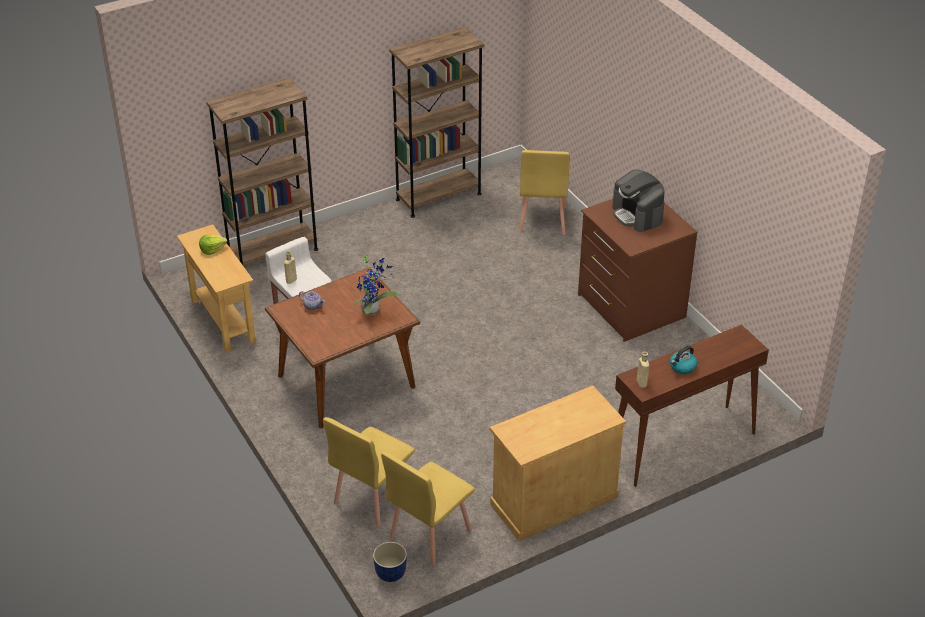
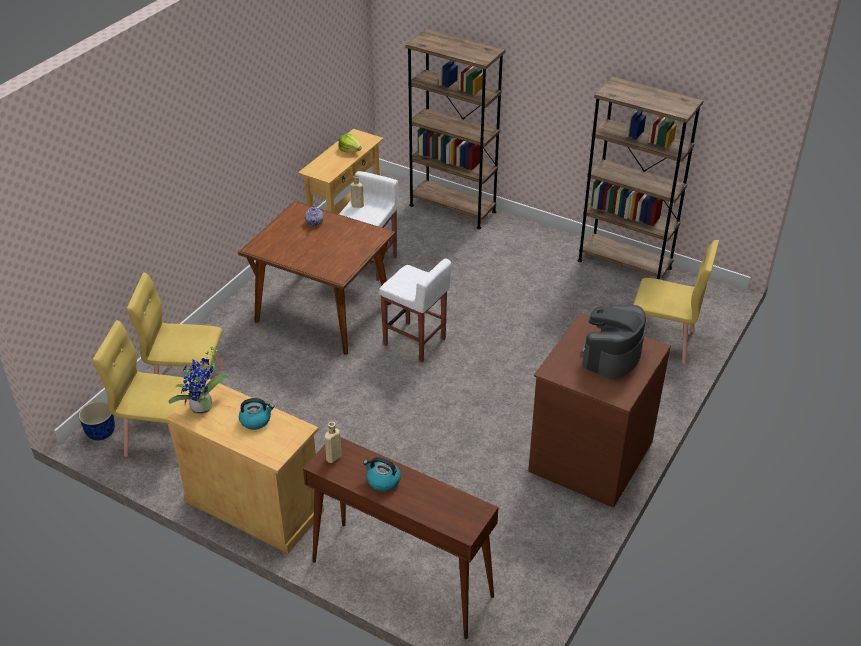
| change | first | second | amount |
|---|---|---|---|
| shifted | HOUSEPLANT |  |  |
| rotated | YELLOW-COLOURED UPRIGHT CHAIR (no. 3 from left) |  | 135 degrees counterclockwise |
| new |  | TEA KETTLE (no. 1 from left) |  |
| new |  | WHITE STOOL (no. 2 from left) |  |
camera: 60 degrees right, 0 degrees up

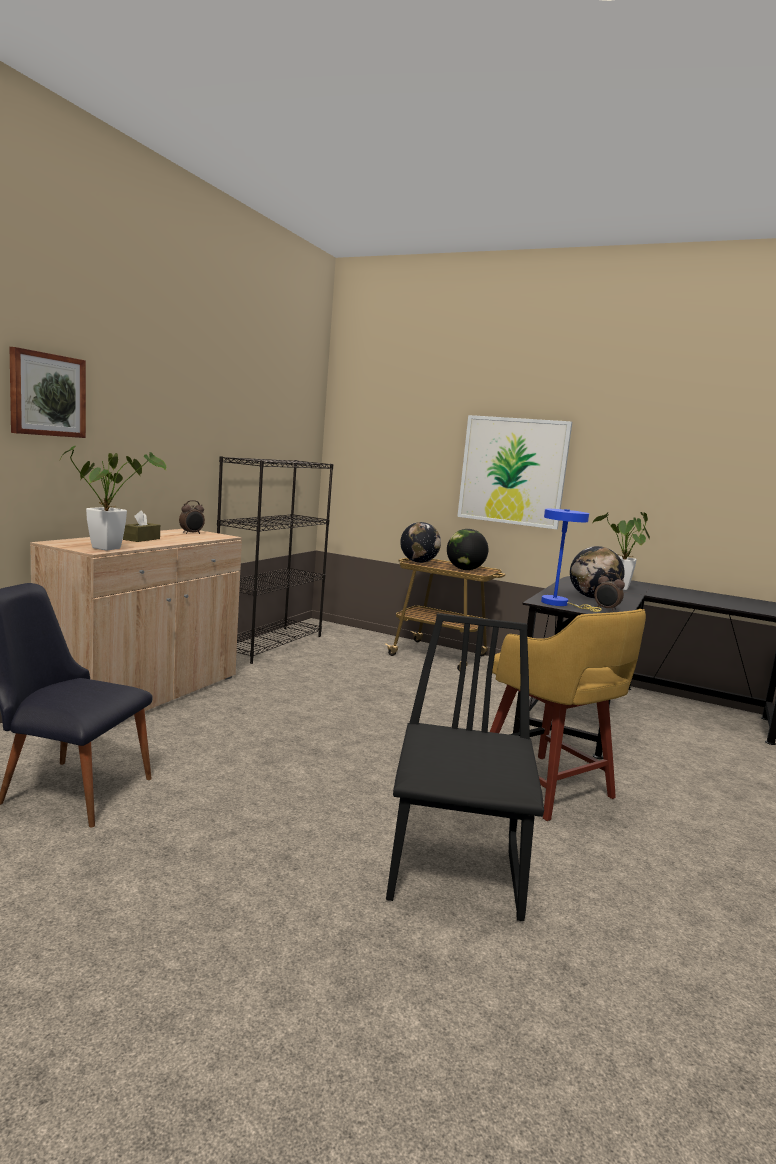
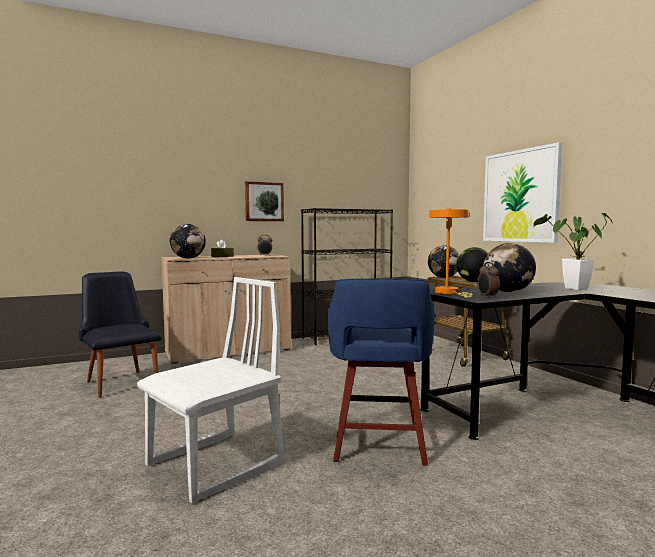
| change | first | second | amount |
|---|---|---|---|
| shifted | WALL PICTURE (no. 1 from left) |  |  |
| swapped | HOUSEPLANT (no. 1 from left) | GLOBE (no. 1 from left) |  |
| repainted | BLACK-COLOURED UPRIGHT CHAIR (no. 2 from left) | WHITE UPRIGHT CHAIR |  |
| repainted | YELLOW-COLOURED STOOL | BLUE-COLOURED STOOL |  |
| repainted | BLUE-COLOURED LAMP FOR A TABLE | ORANGE LAMP FOR A TABLE |  |
camera: 40 degrees right, 5 degrees down

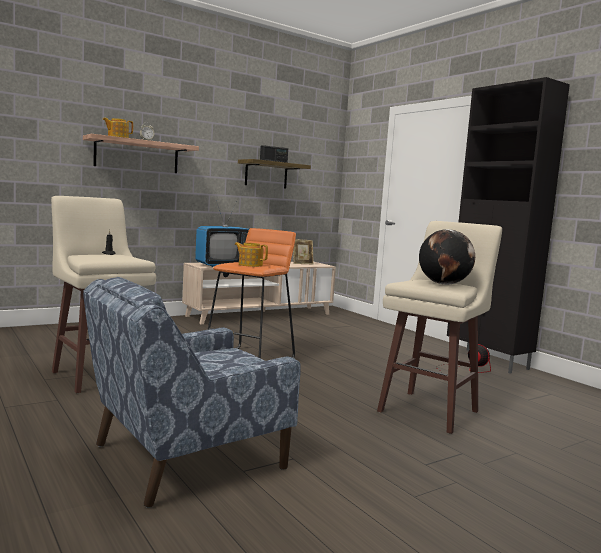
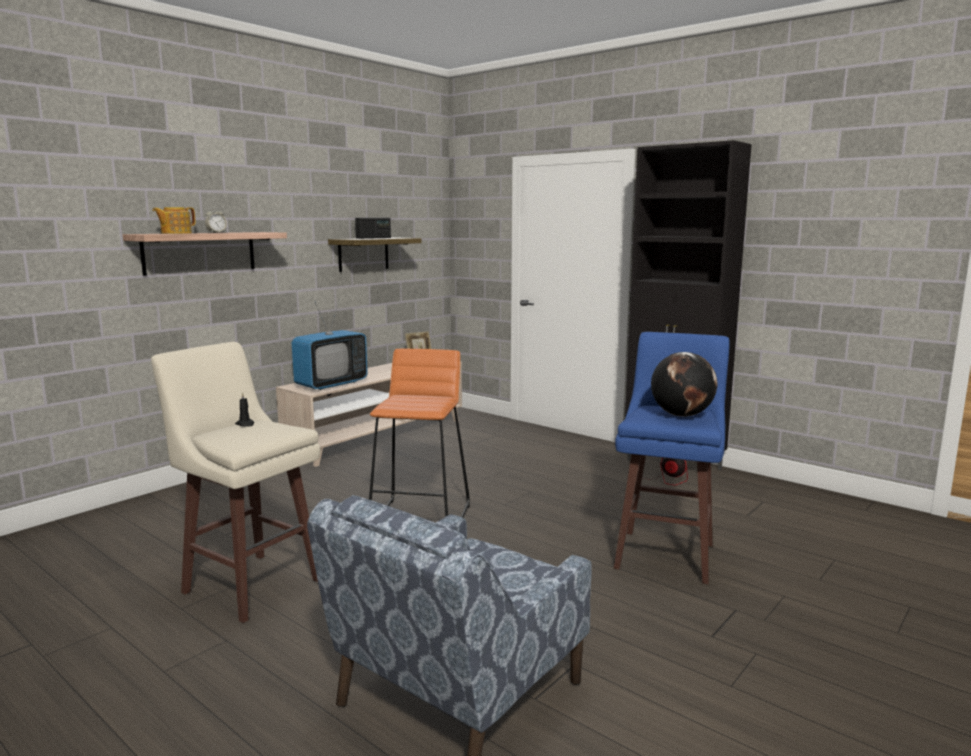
| change | first | second | amount |
|---|---|---|---|
| gone | TEAPOT (no. 2 from left) |  |  |
| repainted | SAND-COLOURED STOOL (no. 2 from left) | BLUE-COLOURED STOOL |  |
camera: 15 degrees left, 5 degrees up

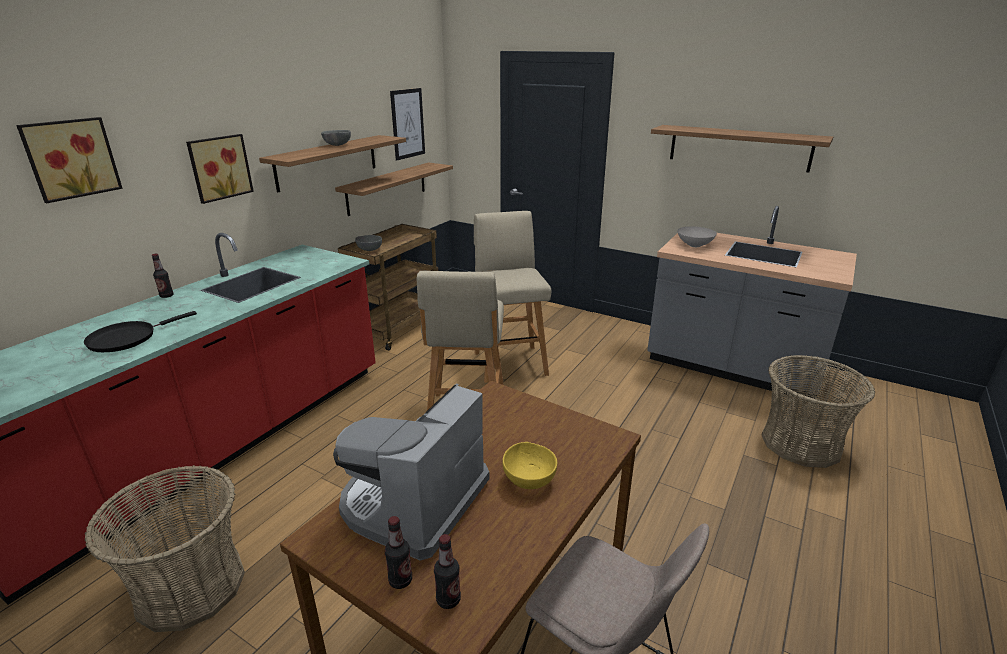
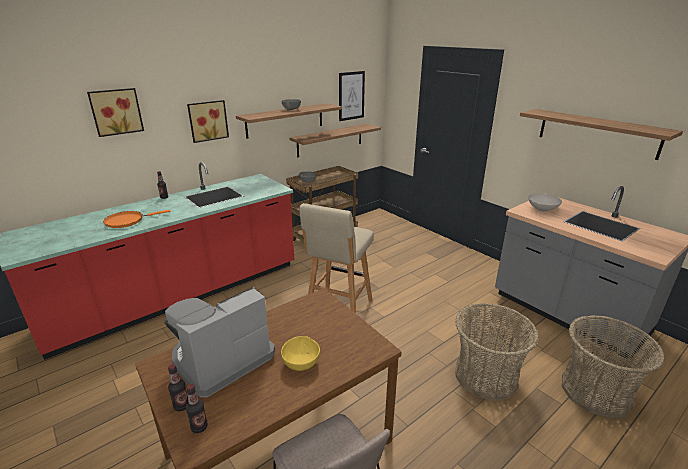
| change | first | second | amount |
|---|---|---|---|
| repainted | BLACK-COLOURED FRYING PAN | ORANGE FRYING PAN |  |
| shifted | BASKET (no. 1 from left) |  |  |
| gone | SAND-COLOURED STOOL (no. 2 from left) |  |  |
camera: 20 degrees right, 0 degrees up

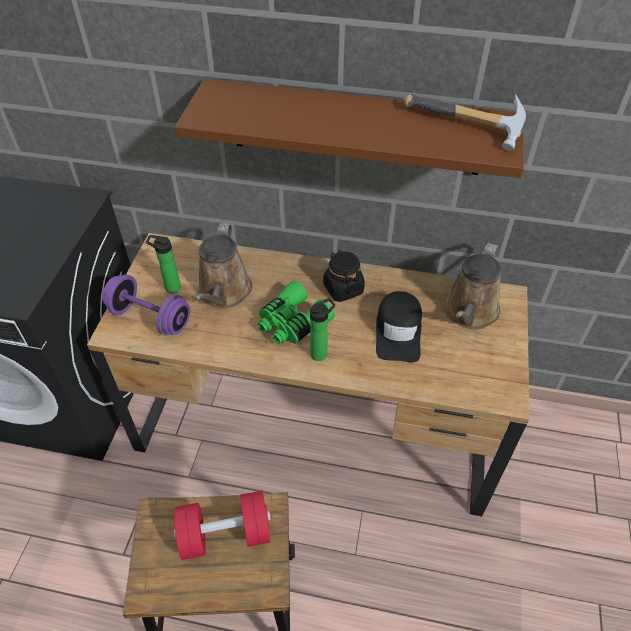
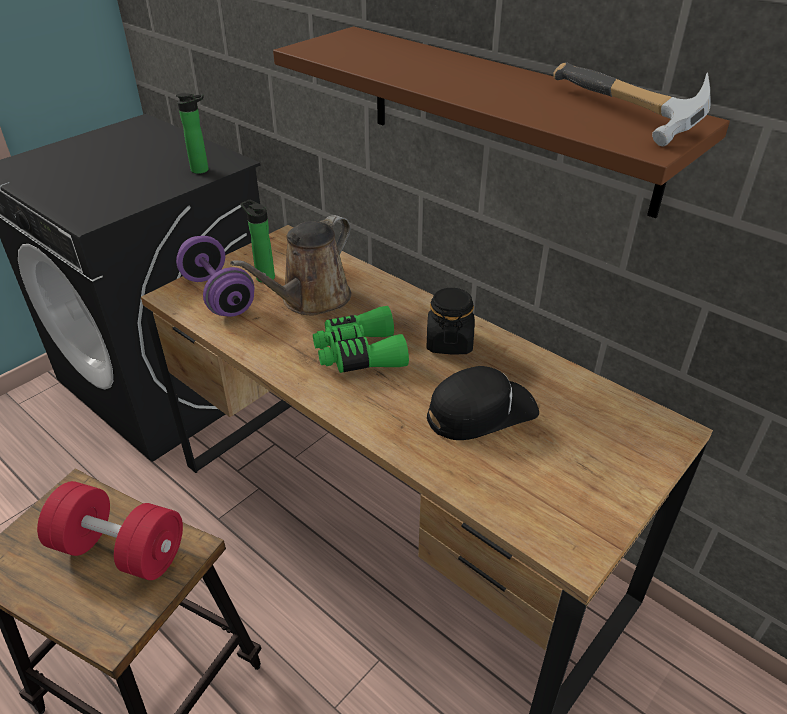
| change | first | second | amount |
|---|---|---|---|
| shifted | DRINK BOTTLE (no. 2 from left in the first image) | DRINK BOTTLE (no. 1 from left) |  |
| rotated | BLACK-COLOURED PEAKED CAP |  | 150 degrees counterclockwise |
| gone | BROWNISH SPRINKLING CAN (no. 2 from left) |  |  |
camera: 30 degrees right, 10 degrees down

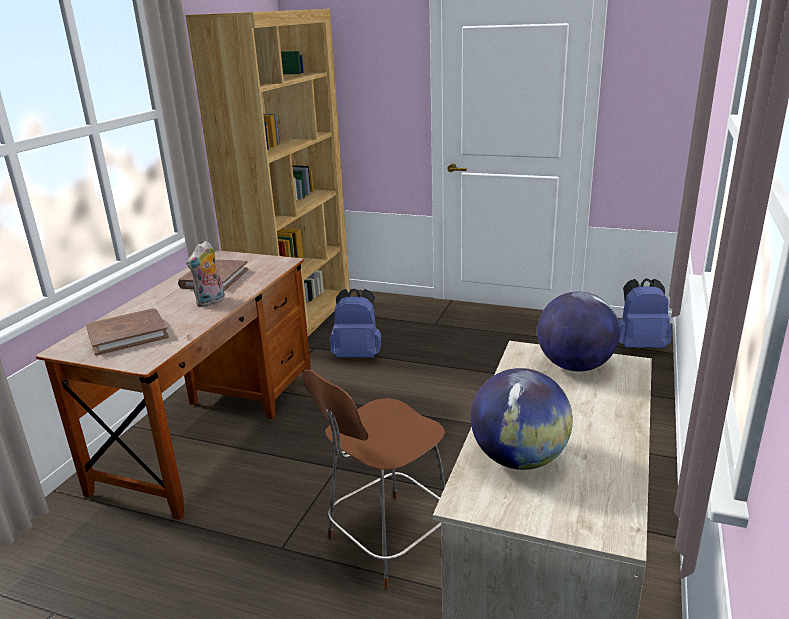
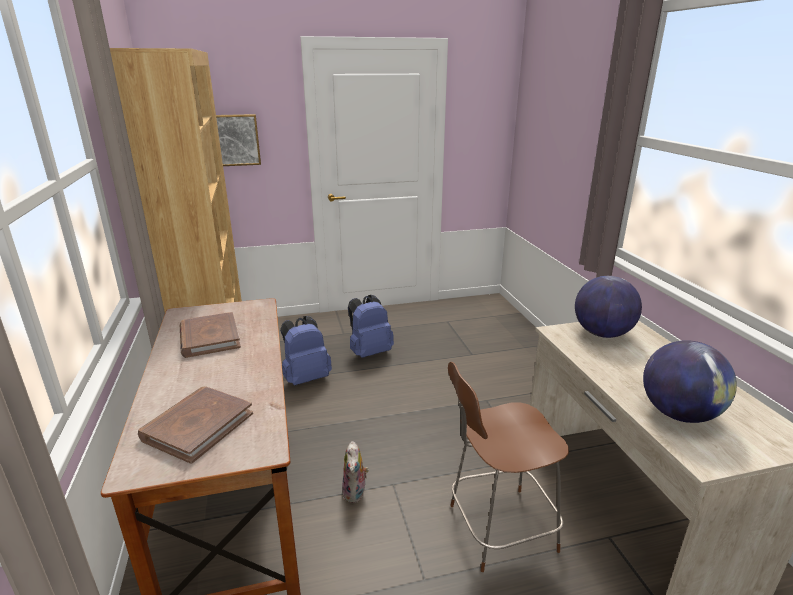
| change | first | second | amount |
|---|---|---|---|
| shifted | PLUSH TOY |  |  |
| rotated | BROWNISH UPRIGHT CHAIR |  | 60 degrees clockwise |
| shifted | BLUE-COLOURED RUCKSACK (no. 2 from left) |  |  |
| new |  | WALL PICTURE |  |
camera: 35 degrees left, 0 degrees up

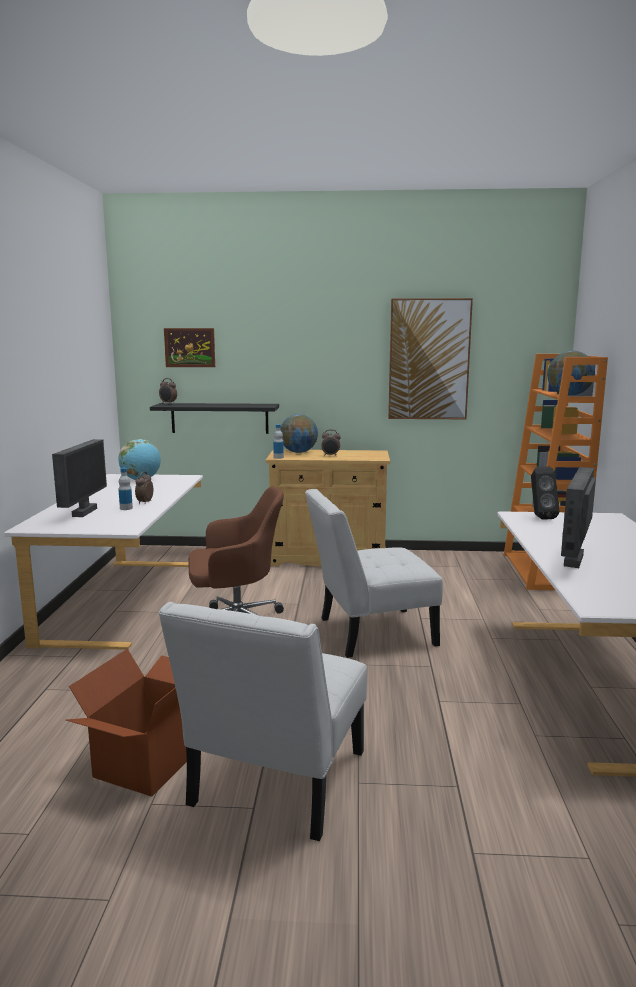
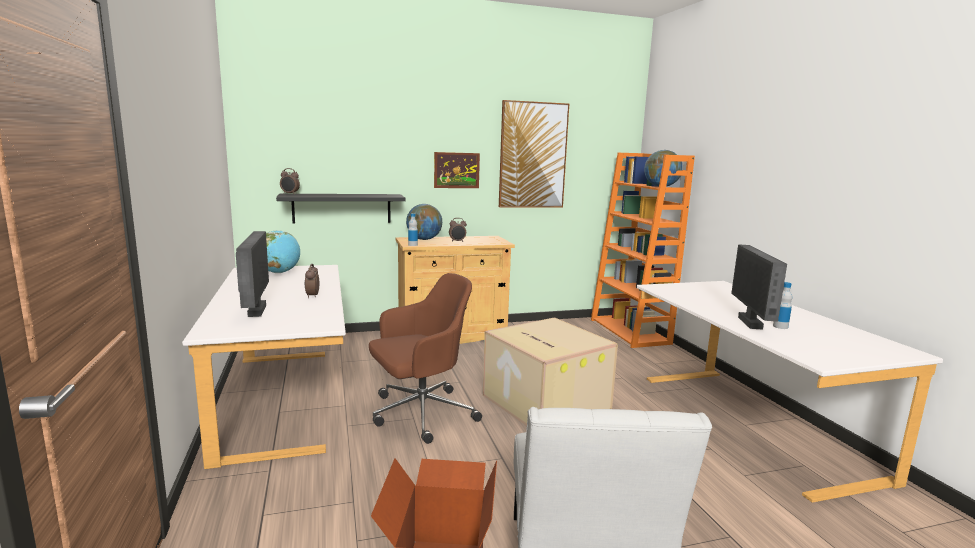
| change | first | second | amount |
|---|---|---|---|
| shifted | DRINK BOTTLE (no. 1 from left in the first image) | DRINK BOTTLE (no. 2 from left) |  |
| shifted | WALL PICTURE (no. 1 from left) |  |  |
| swapped | WHITE UPRIGHT CHAIR (no. 2 from left) | CARDBOARD BOX (no. 2 from left) |  |
| gone | BLACK-COLOURED AUDIO SPEAKER |  |  |
camera: 20 degrees left, 0 degrees up

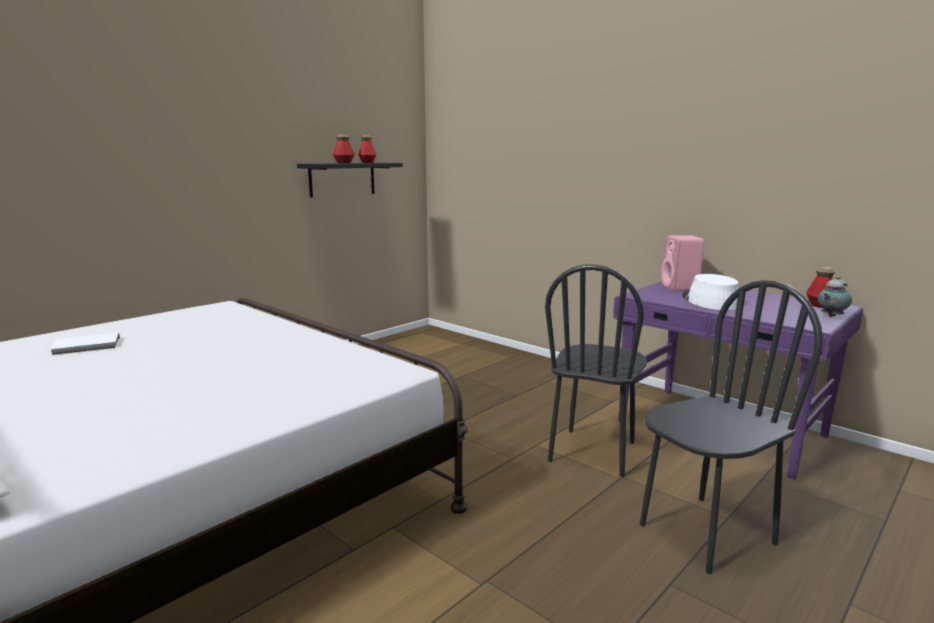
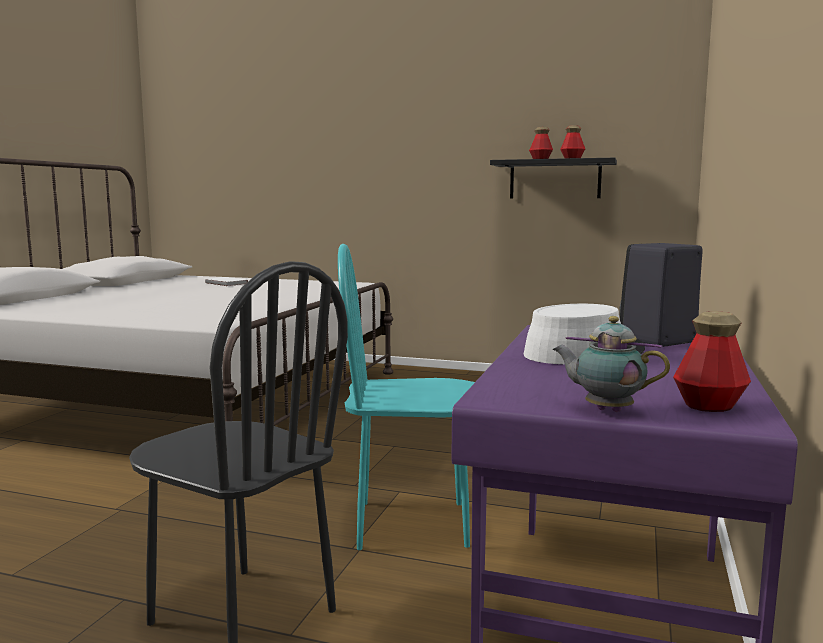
| change | first | second | amount |
|---|---|---|---|
| repainted | BLACK-COLOURED UPRIGHT CHAIR (no. 1 from left) | TURQUOISE UPRIGHT CHAIR |  |
| repainted | PINK AUDIO SPEAKER | BLACK-COLOURED AUDIO SPEAKER |  |
camera: 65 degrees right, 5 degrees down

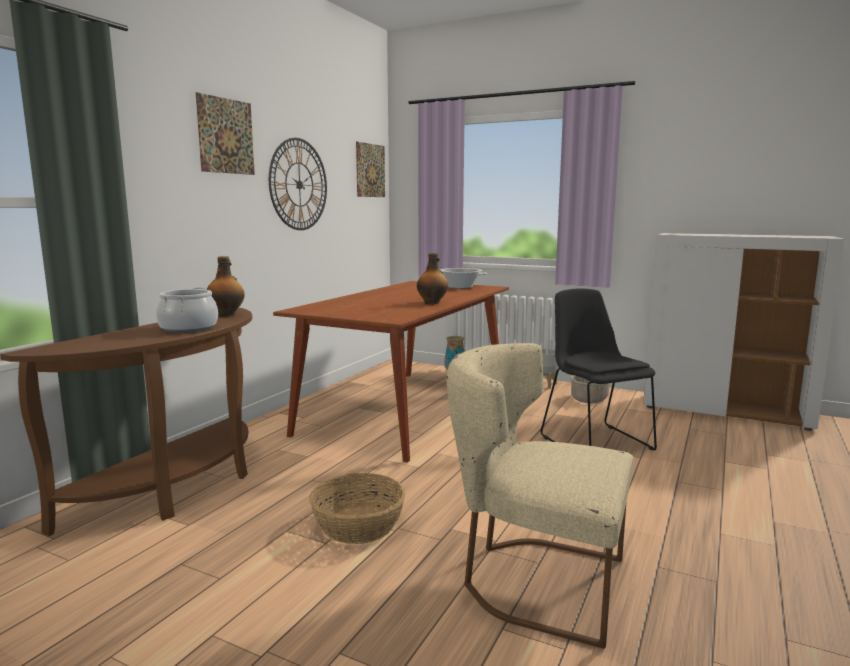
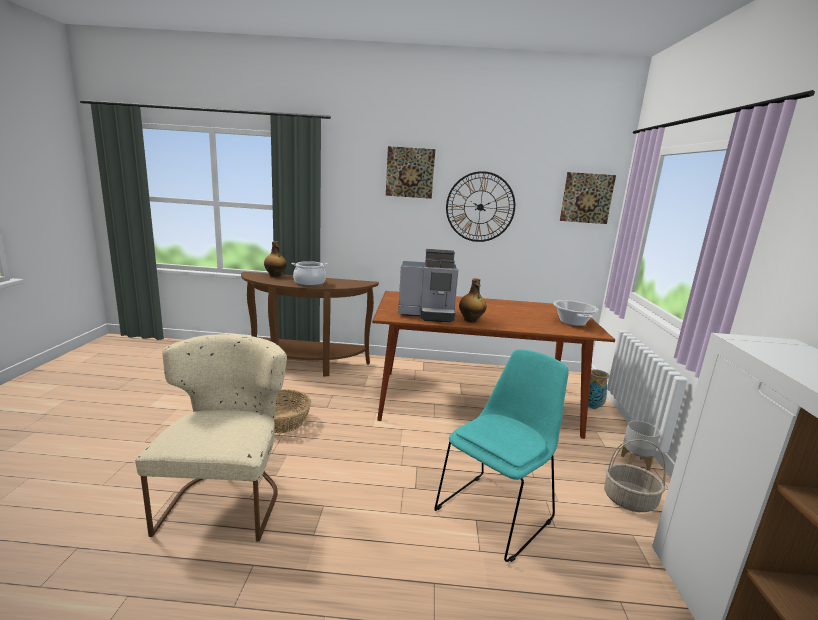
| change | first | second | amount |
|---|---|---|---|
| shifted | DRINK BOTTLE (no. 1 from left) |  |  |
| repainted | BLACK-COLOURED UPRIGHT CHAIR | TURQUOISE UPRIGHT CHAIR |  |
| new |  | COFFEE MAKER |  |
camera: 65 degrees right, 5 degrees up

